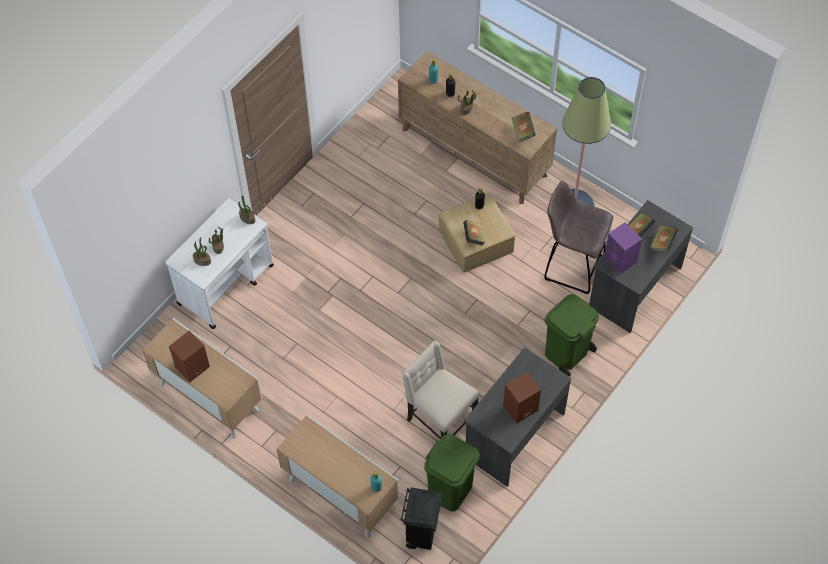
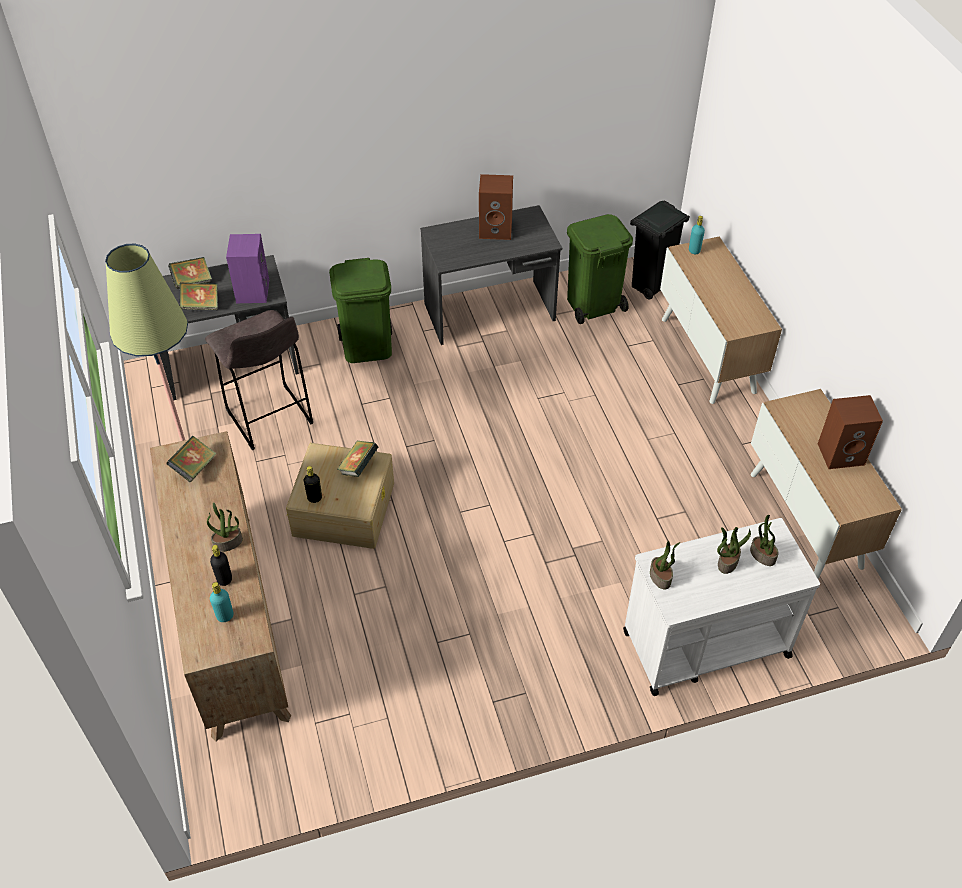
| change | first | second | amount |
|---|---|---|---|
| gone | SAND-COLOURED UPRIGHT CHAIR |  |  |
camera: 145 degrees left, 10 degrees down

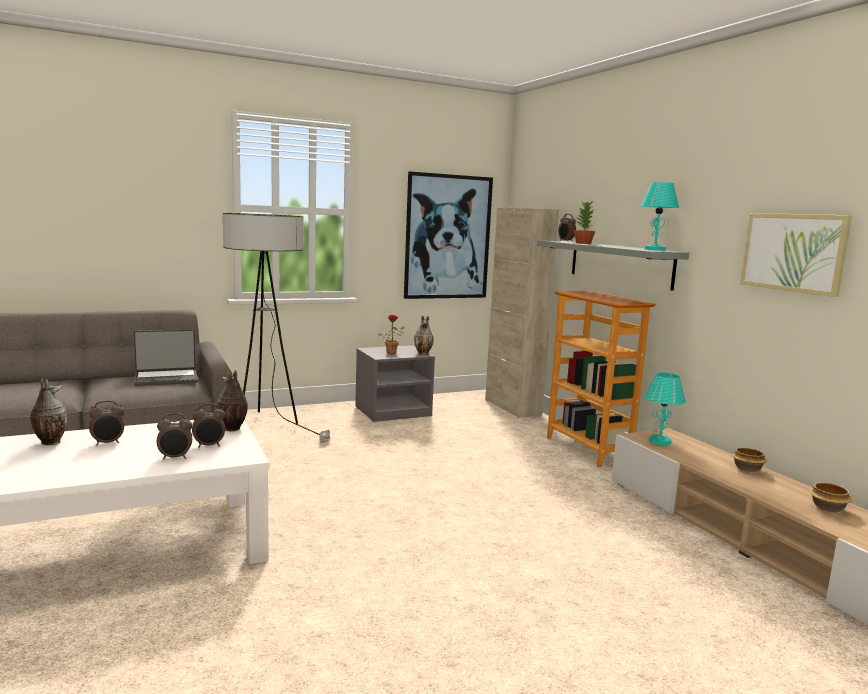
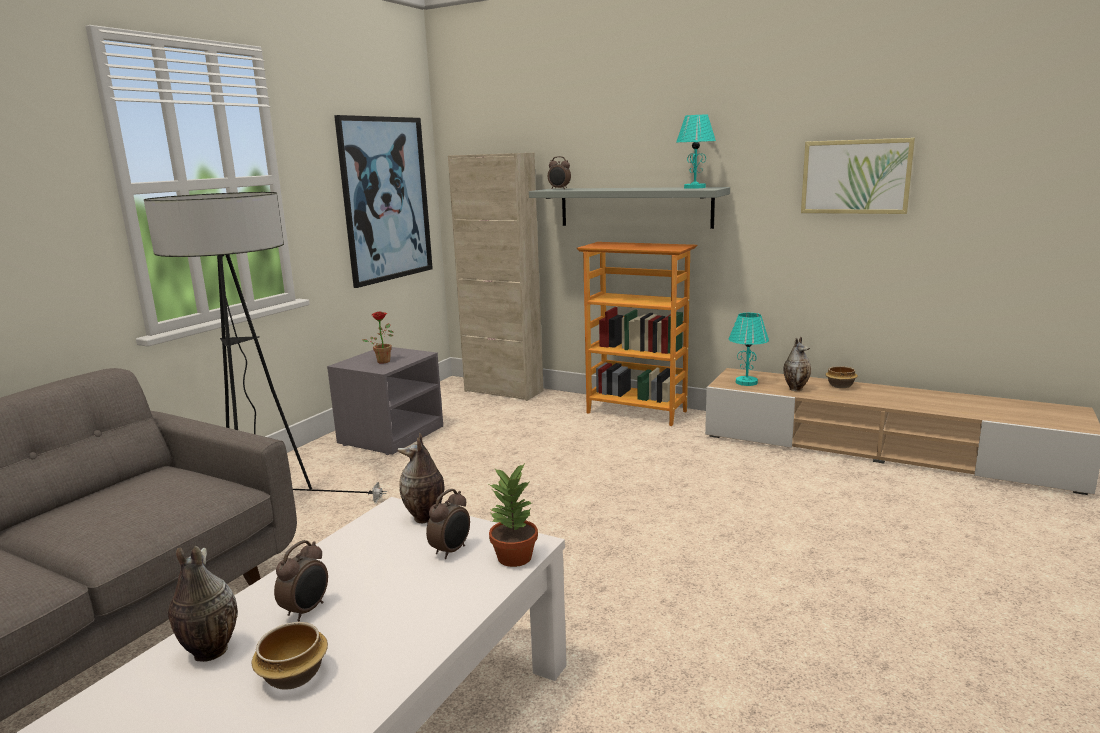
| change | first | second | amount |
|---|---|---|---|
| gone | NOTEBOOK COMPUTER |  |  |
| gone | BEDSIDE CLOCK (no. 2 from left) |  |  |
| shifted | VASE (no. 3 from left) |  |  |
| shifted | HOUSEPLANT (no. 2 from left) |  |  |
| shifted | DEEP DISH (no. 2 from left in the first image) | DEEP DISH (no. 1 from left) |  |
camera: 35 degrees left, 5 degrees up

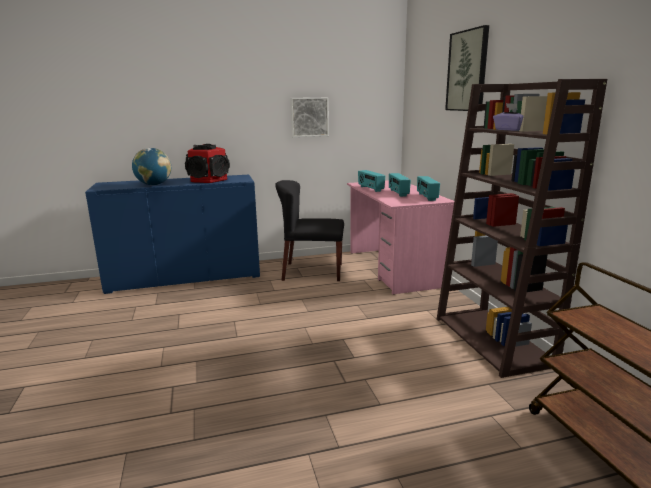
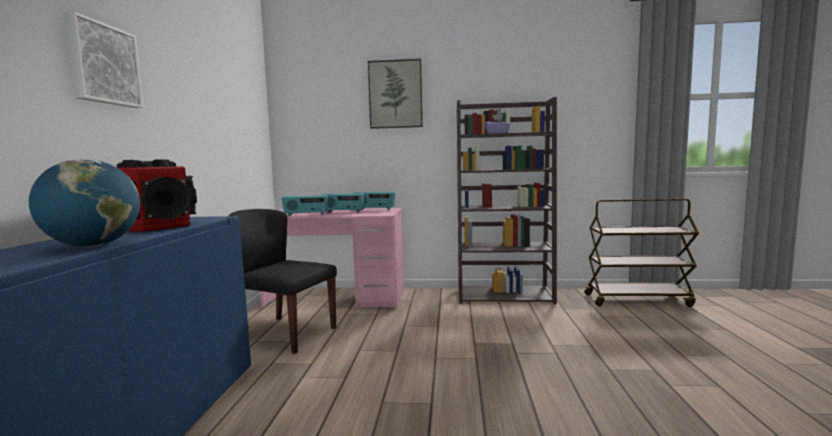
| change | first | second | amount |
|---|---|---|---|
| rotated | BLACK-COLOURED UPRIGHT CHAIR |  | 90 degrees clockwise |
| shifted | WALL PICTURE (no. 1 from left) |  |  |
camera: 70 degrees left, 10 degrees down

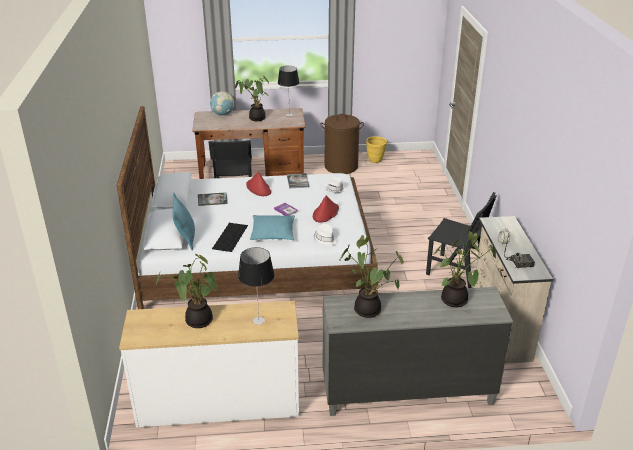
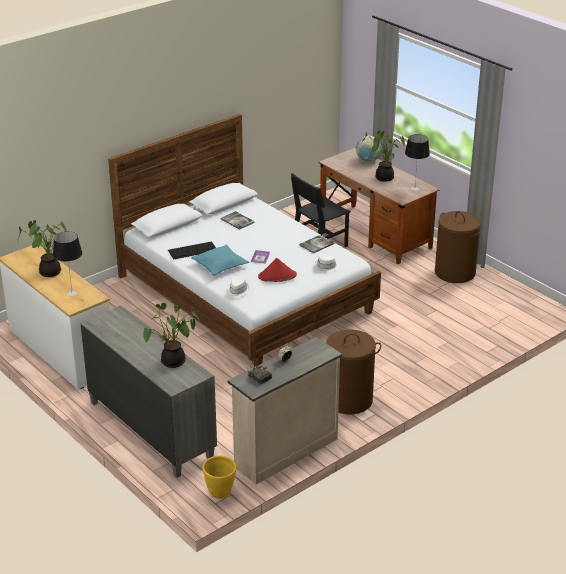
| change | first | second | amount |
|---|---|---|---|
| gone | TURQUOISE THROW PILLOW (no. 1 from left) |  |  |
| gone | REDDISH WEARABLE HAT (no. 1 from left) |  |  |
| gone | HOUSEPLANT (no. 3 from left) |  |  |
| shifted | YELLOW-COLOURED FLOWER POT |  |  |
| swapped | BLACK-COLOURED UPRIGHT CHAIR (no. 2 from left) | BROWNISH HAMPER (no. 1 from left) |  |
camera: 55 degrees right, 0 degrees up

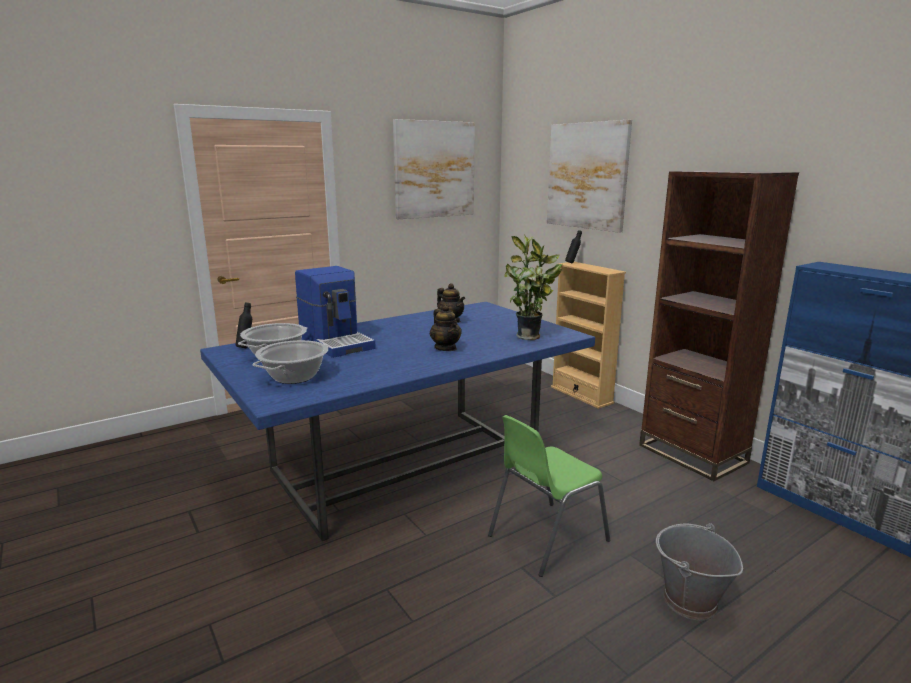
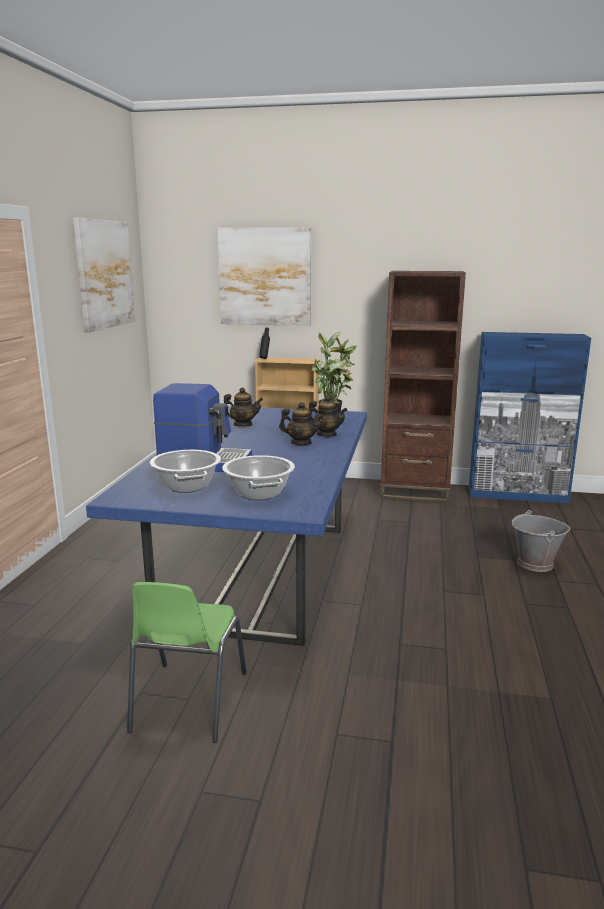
| change | first | second | amount |
|---|---|---|---|
| gone | BLACK-COLOURED DRINK BOTTLE (no. 1 from left) |  |  |
| shifted | GREENISH UPRIGHT CHAIR |  |  |
| new |  | TEAPOT (no. 3 from left) |  |
camera: 45 degrees left, 0 degrees up

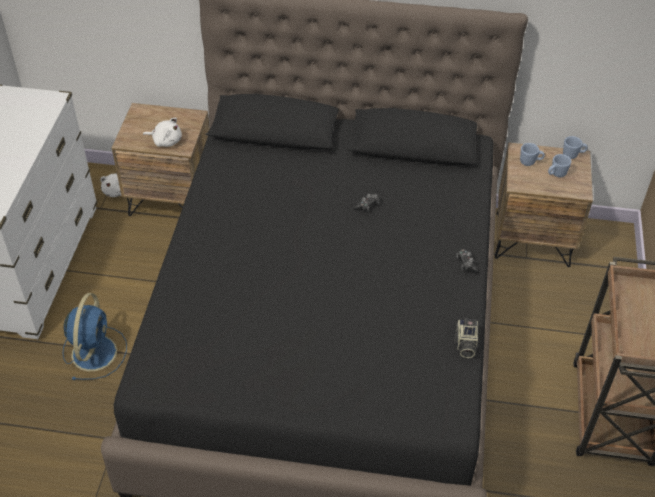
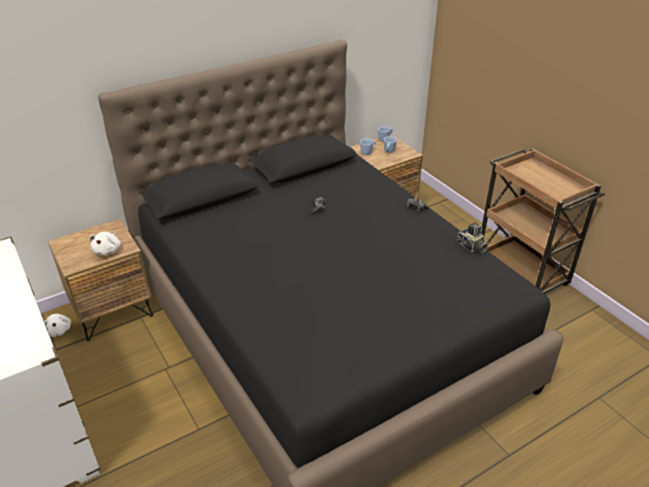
| change | first | second | amount |
|---|---|---|---|
| gone | BLUE-COLOURED COOLING FAN |  |  |
| rotated | WHITE PLUSH TOY (no. 2 from left) |  | 120 degrees clockwise |
camera: 40 degrees left, 10 degrees down

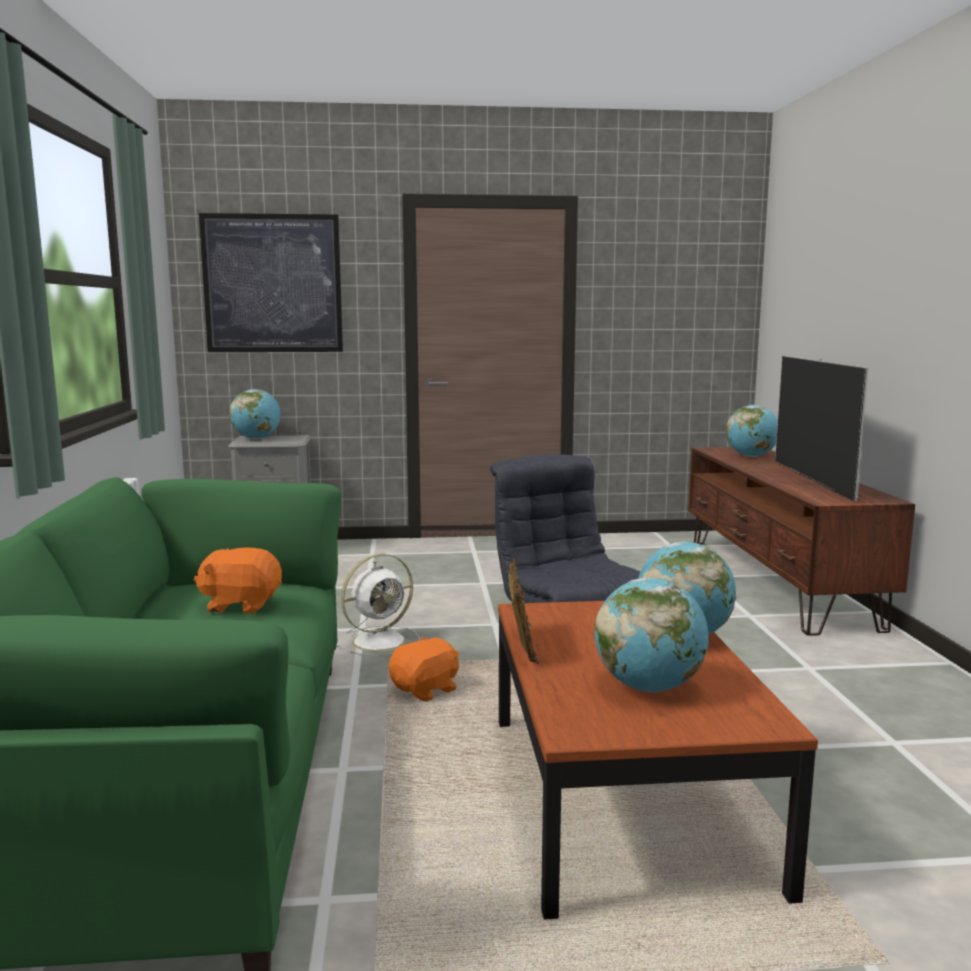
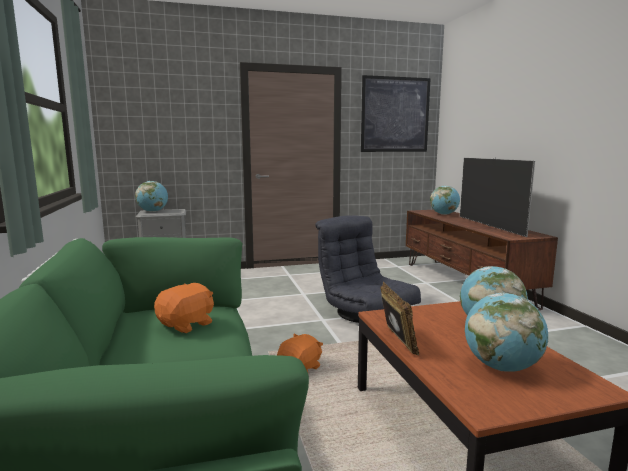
| change | first | second | amount |
|---|---|---|---|
| rotated | ORANGE PLUSH TOY (no. 1 from left) |  | 135 degrees clockwise |
| shifted | WALL PICTURE |  |  |
| gone | WHITE COOLING FAN |  |  |
camera: 10 degrees left, 0 degrees up

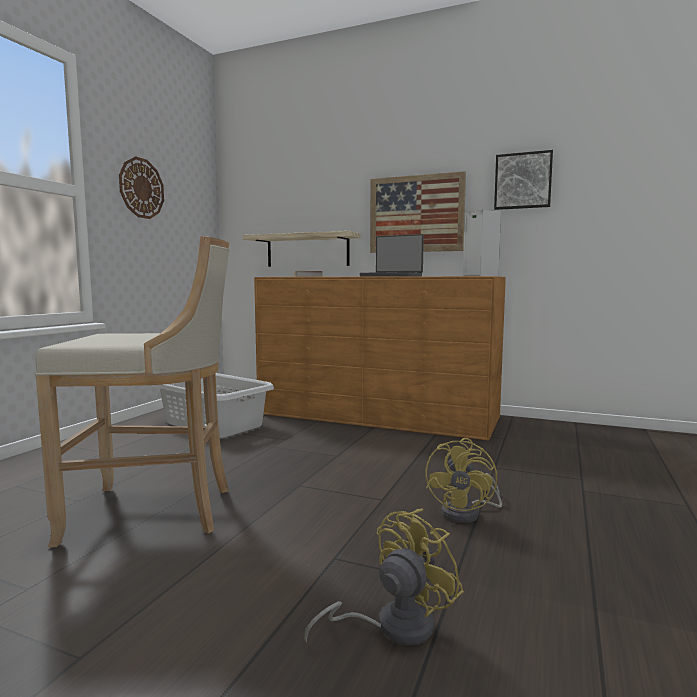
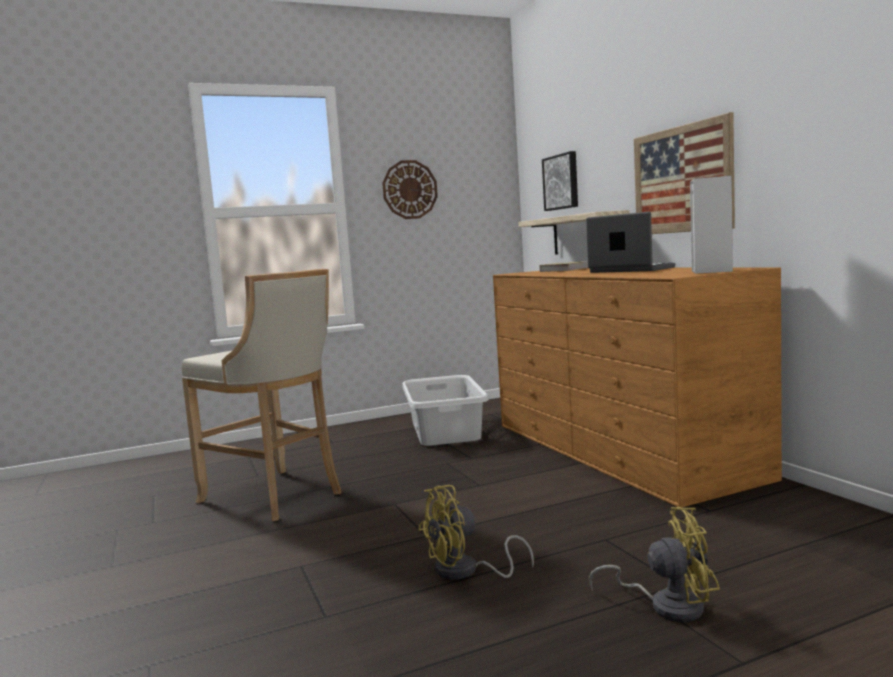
| change | first | second | amount |
|---|---|---|---|
| shifted | YELLOW-COLOURED COOLING FAN (no. 1 from left in the first image) | YELLOW-COLOURED COOLING FAN (no. 2 from left) |  |
| rotated | NOTEBOOK COMPUTER |  | 150 degrees clockwise |
| shifted | WALL PICTURE (no. 2 from left in the first image) | WALL PICTURE (no. 1 from left) |  |
camera: 45 degrees right, 0 degrees up

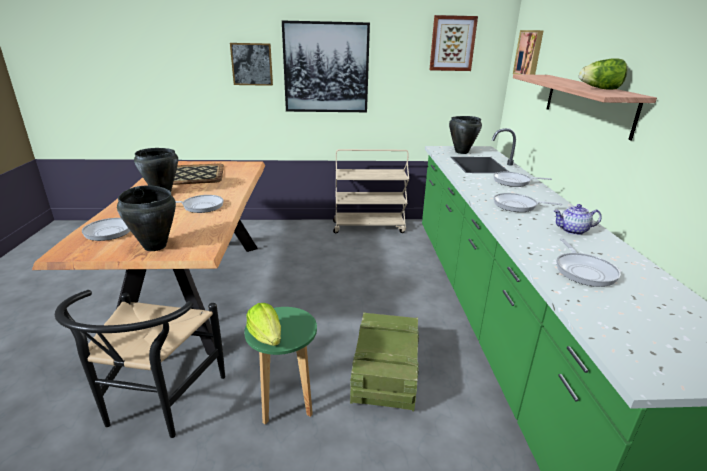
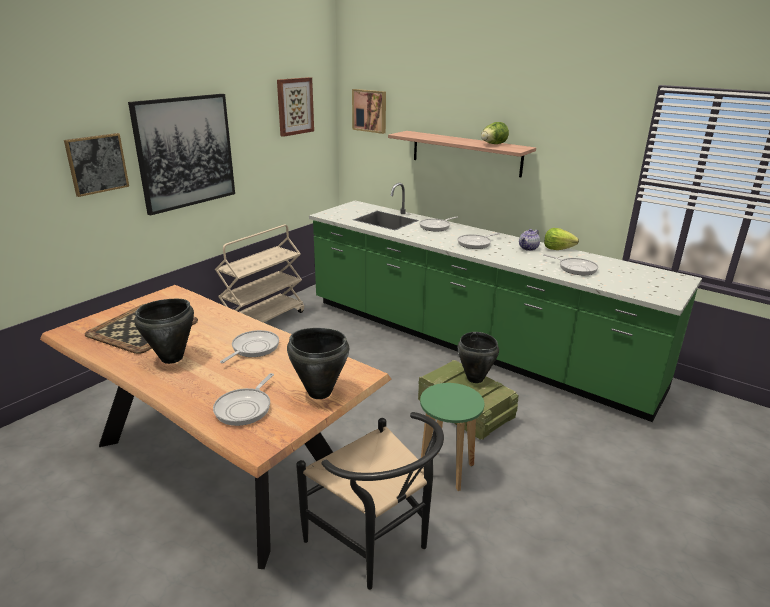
| change | first | second | amount |
|---|---|---|---|
| shifted | HEAD OF LETTUCE (no. 1 from left in the first image) | HEAD OF LETTUCE (no. 2 from left) |  |
| shifted | BLACK-COLOURED COOKING POT (no. 3 from left) |  |  |
camera: 50 degrees left, 0 degrees up

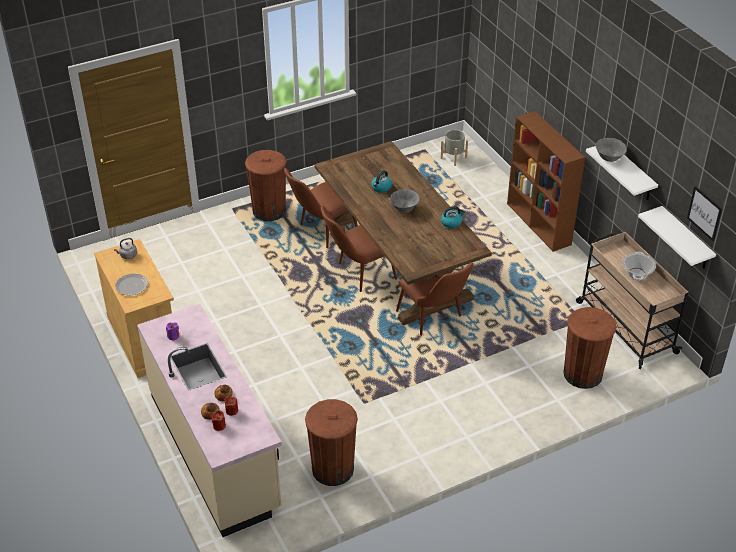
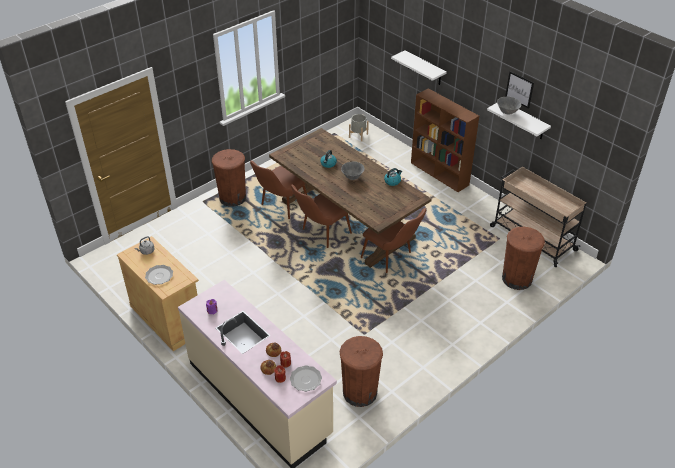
| change | first | second | amount |
|---|---|---|---|
| gone | COOKING POT |  |  |
| shifted | WHITE SHELF (no. 2 from left in the first image) | WHITE SHELF (no. 1 from left) |  |
| shifted | WALL PICTURE |  |  |
| new |  | FLAT DISH (no. 2 from left) |  |
camera: 15 degrees left, 0 degrees up

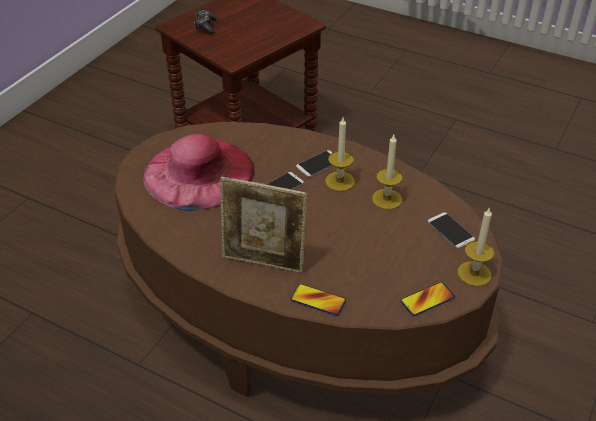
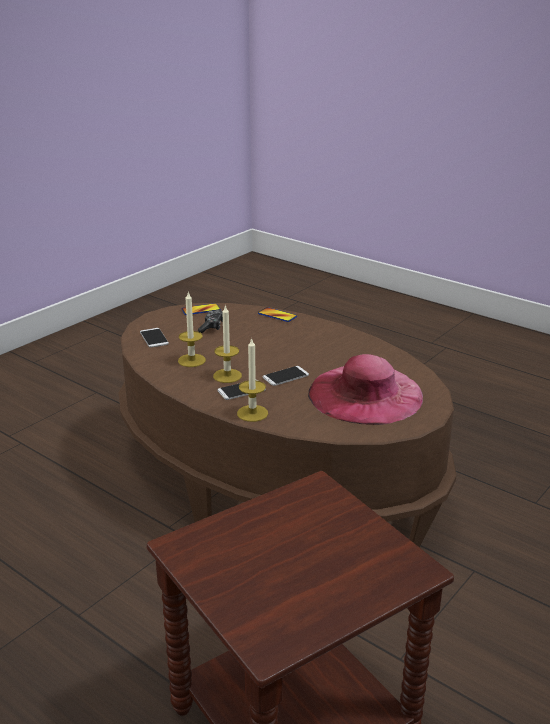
| change | first | second | amount |
|---|---|---|---|
| shifted | GAME CONTROLLER |  |  |
| gone | PICTURE FRAME |  |  |
| shifted | WAX CANDLE (no. 3 from left) |  |  |
camera: 170 degrees left, 15 degrees down

